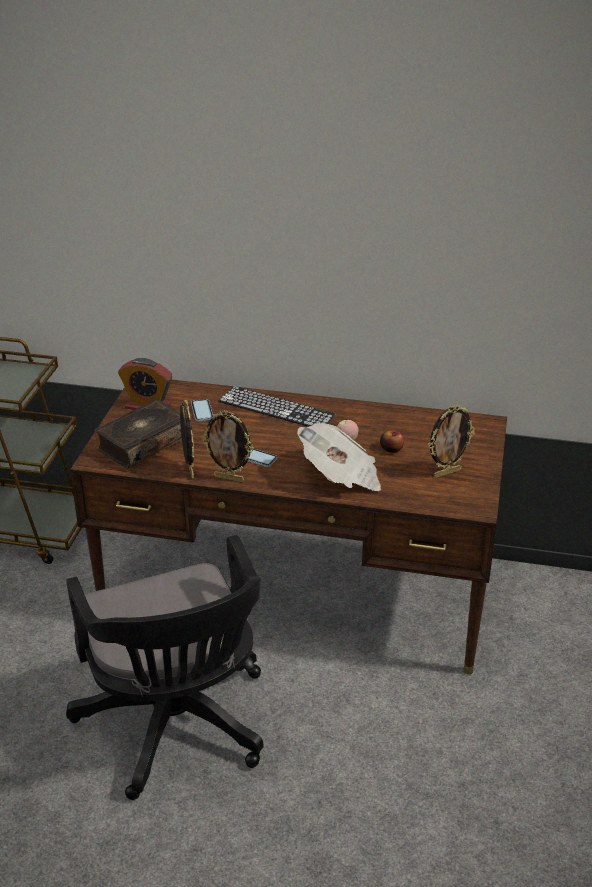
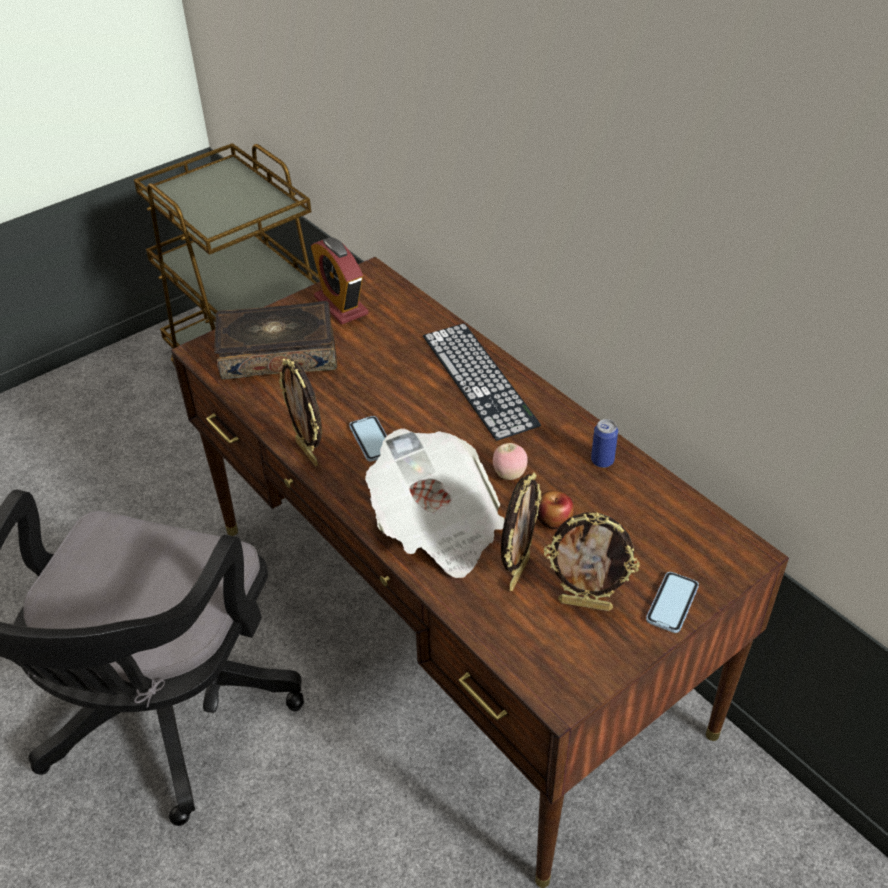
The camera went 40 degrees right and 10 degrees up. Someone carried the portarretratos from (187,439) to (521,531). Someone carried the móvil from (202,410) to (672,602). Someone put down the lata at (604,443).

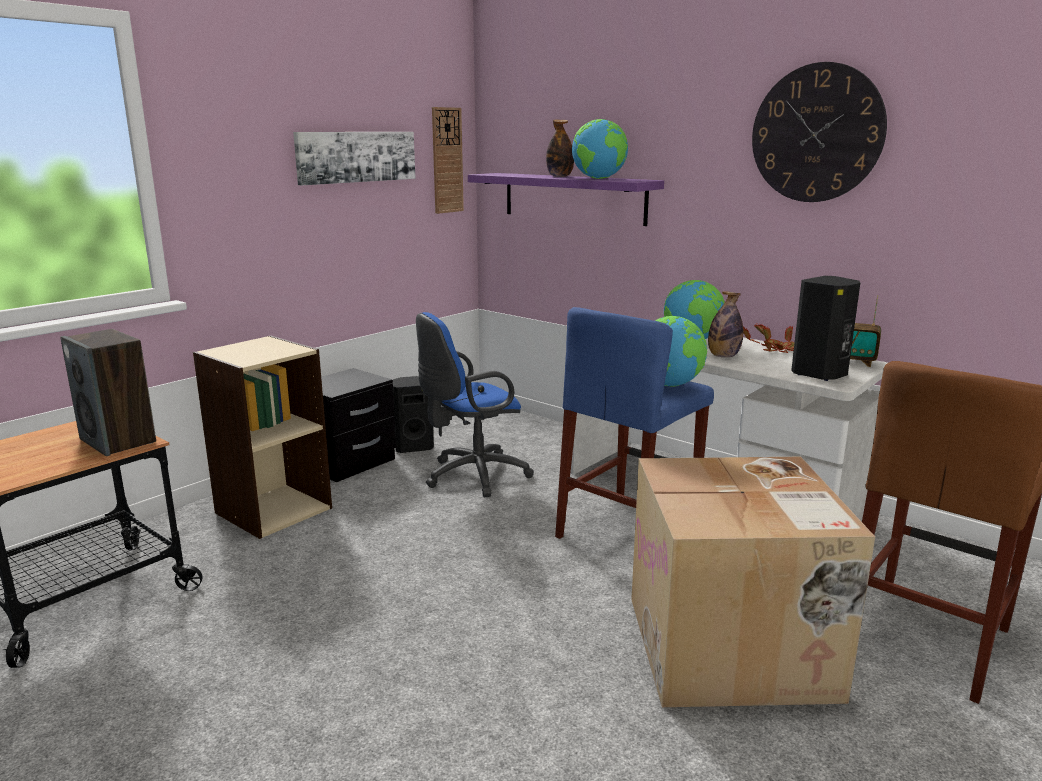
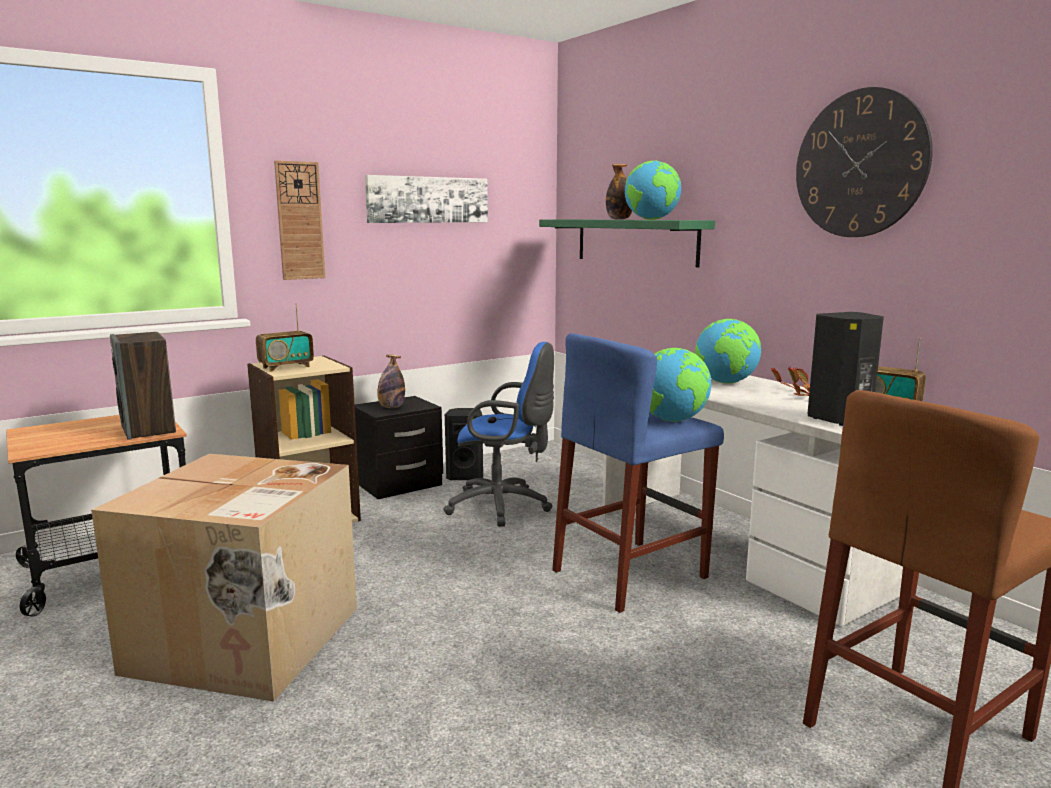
The camera went 15 degrees right and 5 degrees down. Someone rotated the silla de oficina/azul at (475,404) by 150 degrees counterclockwise. Someone carried the reloj de pared from (448,160) to (299,220). Someone repainted the estante/morado at (566,199), which became the estante/verde at (627,243). Someone carried the caja de cartón from (753,582) to (224,578). Someone carried the botella from (725,324) to (391,381). Someone put down the radio at (285,338).

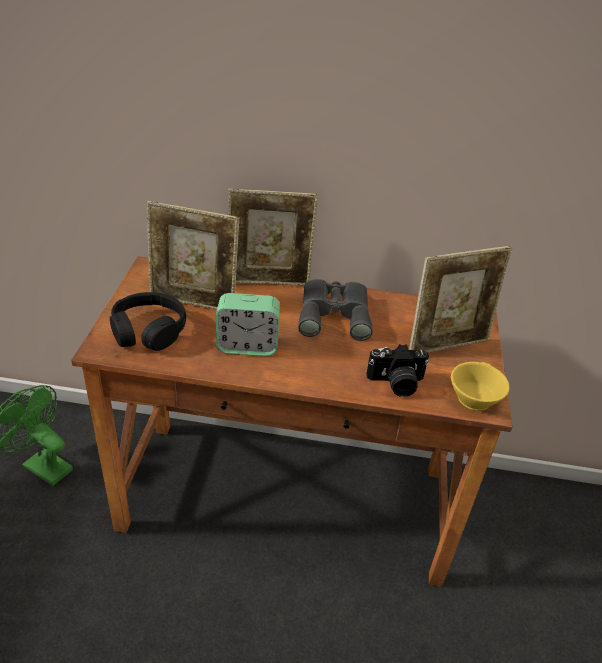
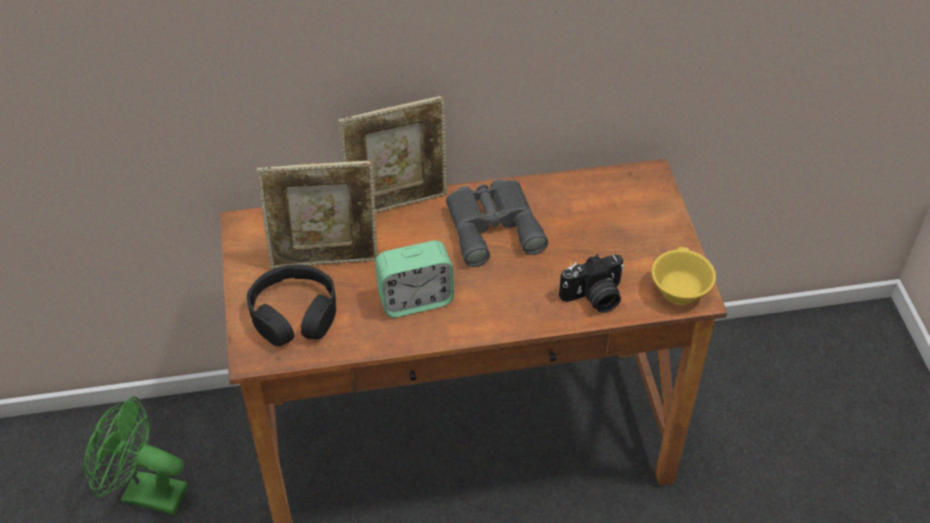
The camera went 15 degrees left and 10 degrees up. Someone took away the portarretratos at (460,299).

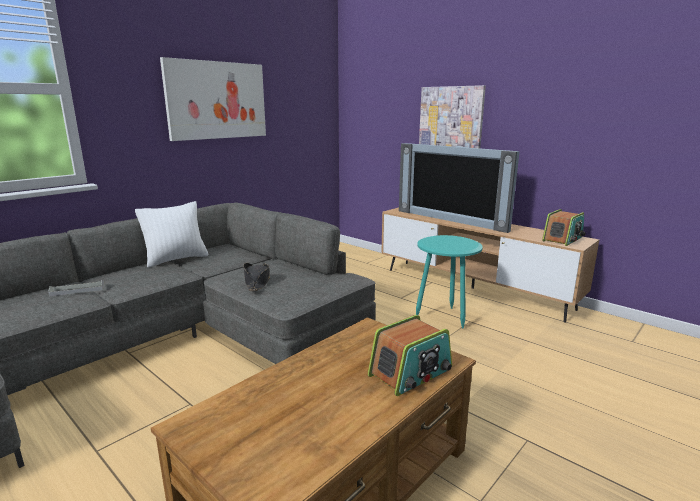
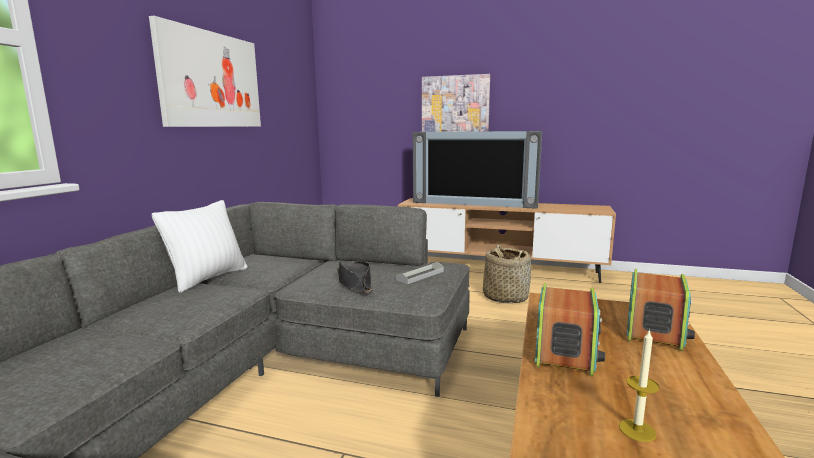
The camera went 25 degrees left and 5 degrees down. Someone carried the bandeja/gris from (76,288) to (420,273). Someone swapped the mesa auxiliar/turquesa at (449,282) for the cesta at (507,274). Someone carried the radio from (564,227) to (570,329). Someone put down the vela at (639,385).

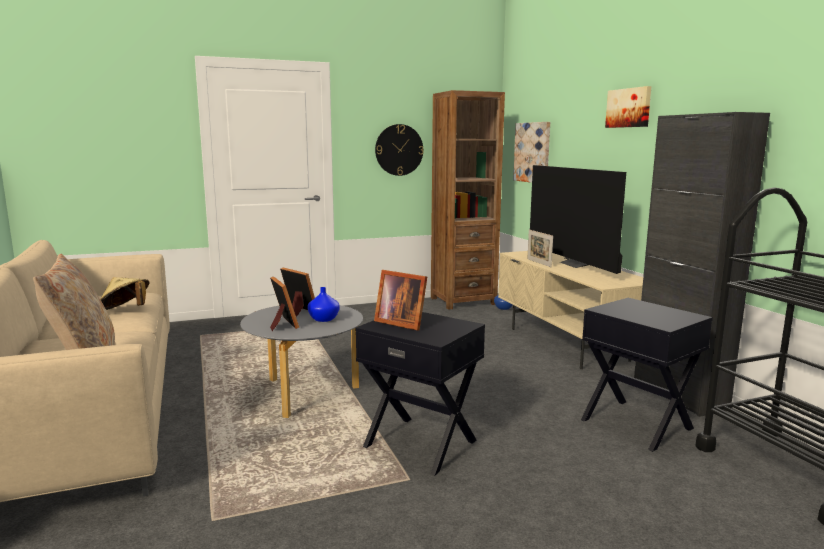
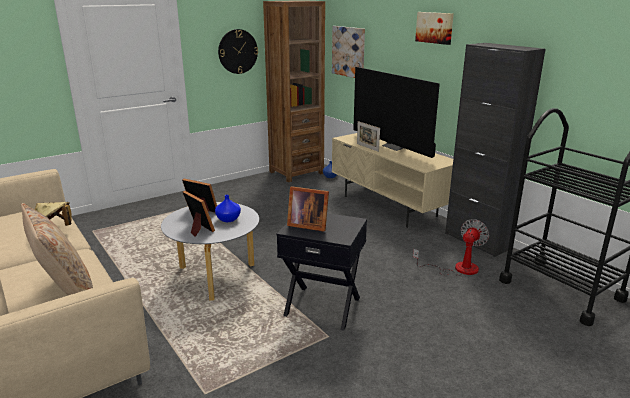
The camera went 15 degrees left and 10 degrees up. Someone swapped the mesa auxiliar/negro at (647,375) for the ventilador at (451,247).

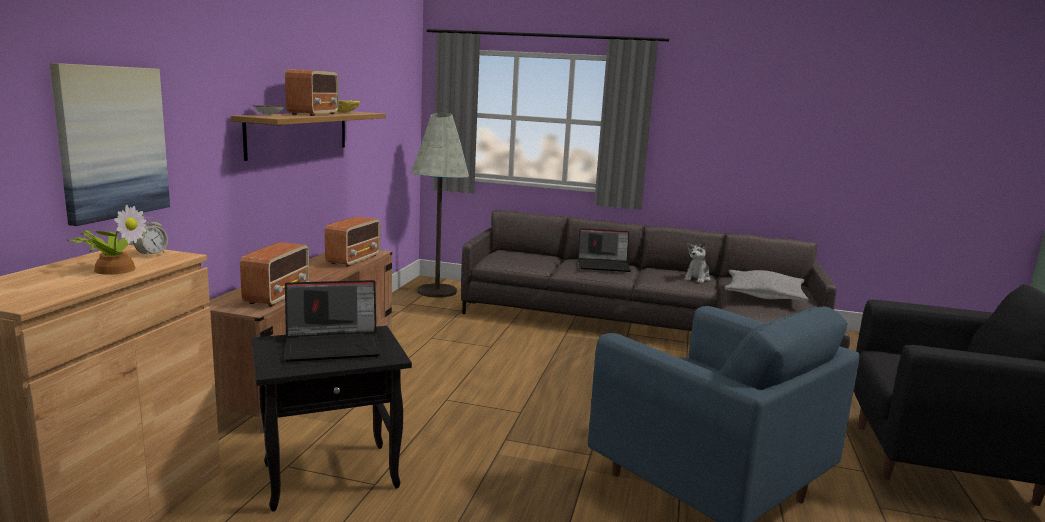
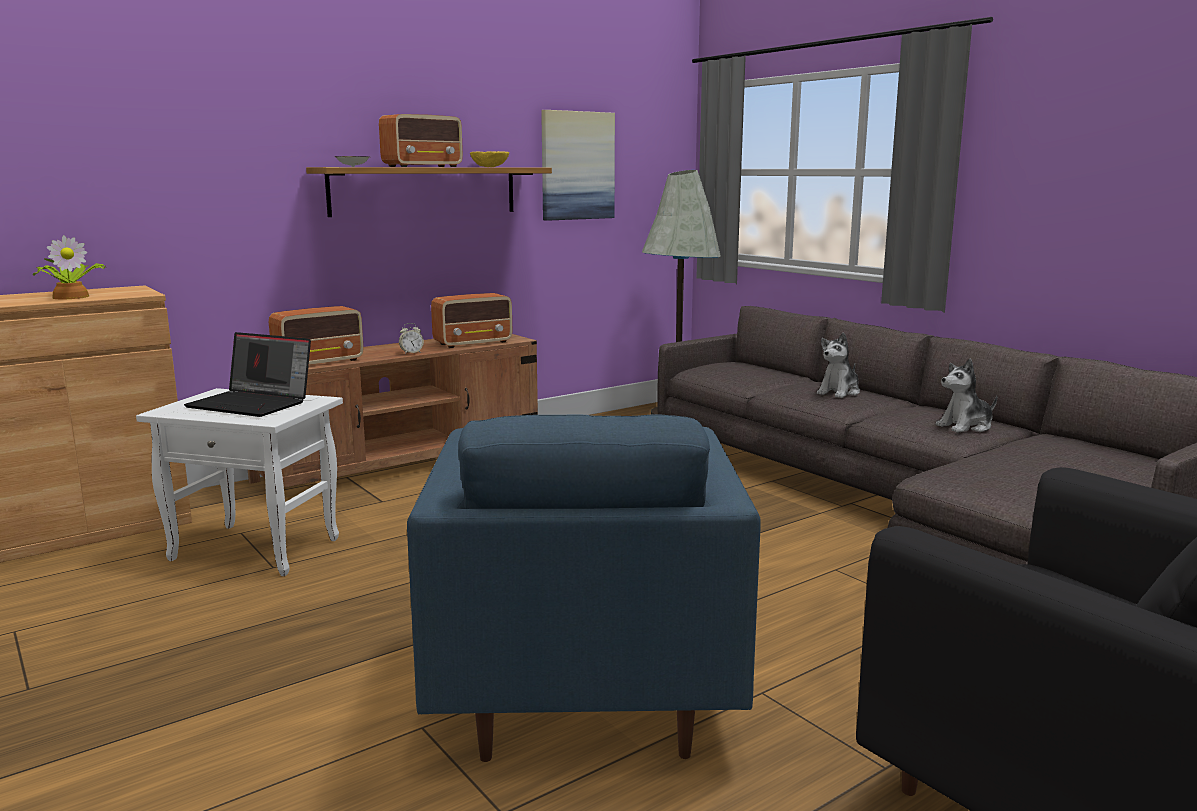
The camera went 40 degrees right and 0 degrees up. Someone carried the cuadro from (109,144) to (578,165). Someone carried the despertador from (150,237) to (411,338). Someone repainted the mesa auxiliar/negro at (331,419), which became the mesa auxiliar/blanco at (239,482). Someone swapped the portátil at (604,250) for the peluche at (838,365). Someone took away the cojín/gris at (766,285).

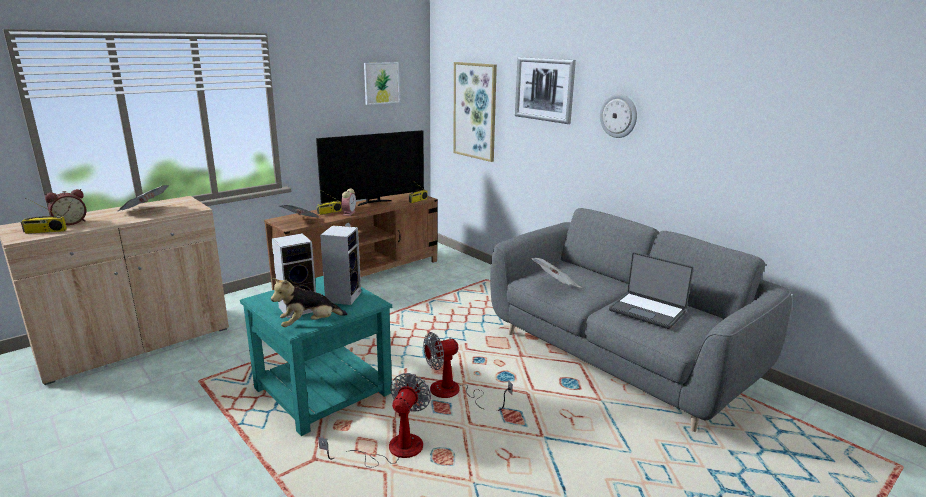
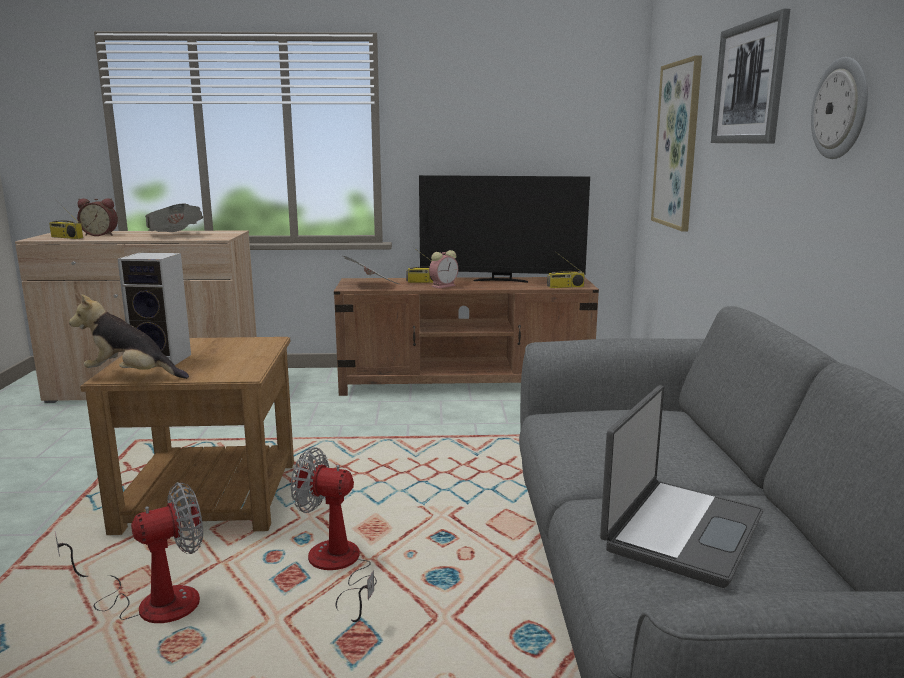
The camera went 40 degrees right and 5 degrees down. Someone repainted the mesa auxiliar/turquesa at (316,356), which became the mesa auxiliar/marrón at (187,436). Someone took away the altavoz at (340,265). Someone took away the cuadro at (382,83). Someone took away the periódico at (556,273). Someone rotated the portátil at (651,290) by 135 degrees counterclockwise.

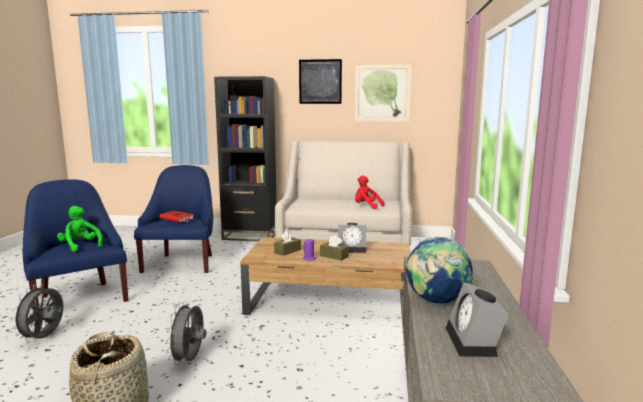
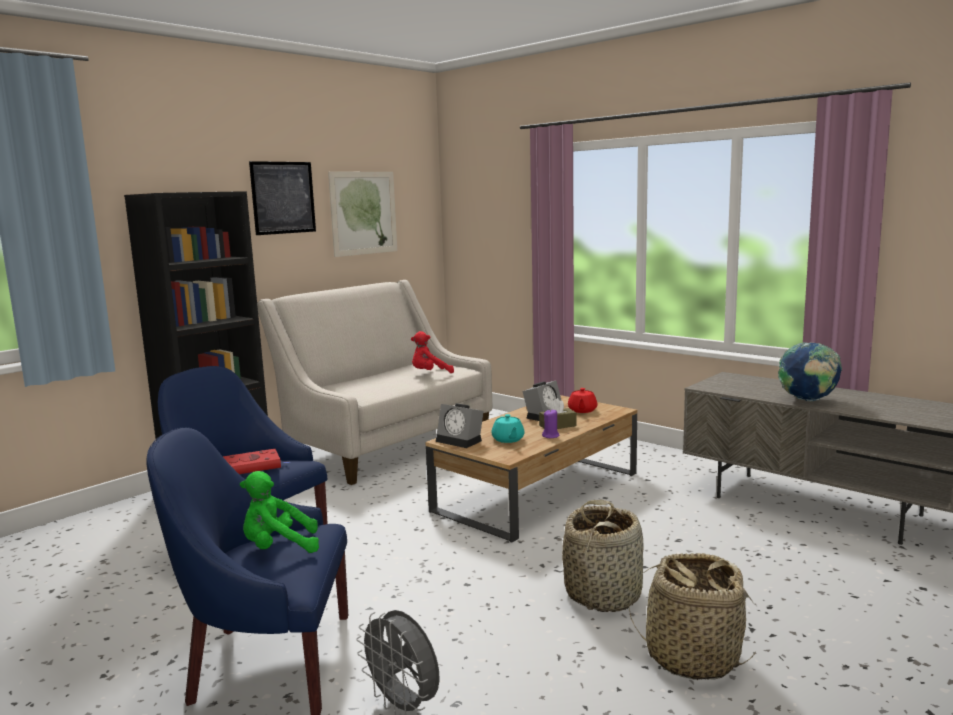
The camera went 55 degrees left and 0 degrees up. Someone swapped the ventilador/gris at (185,333) for the cesta at (603,556). Someone swapped the caja de pañuelos/marrón at (287,243) for the tetera/turquesa at (508,428). Someone carried the despertador from (477,319) to (460,425). Someone put down the tetera/rojo at (583,400).

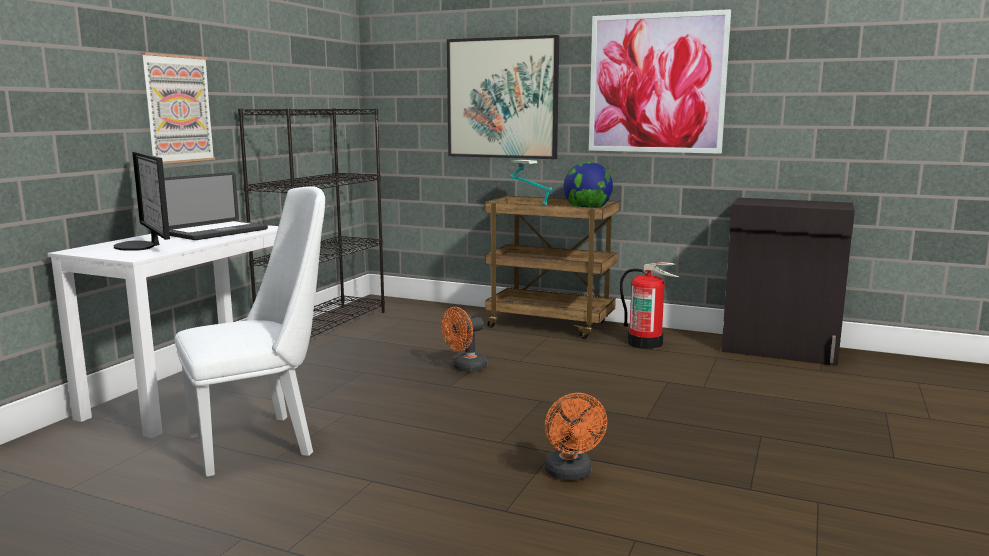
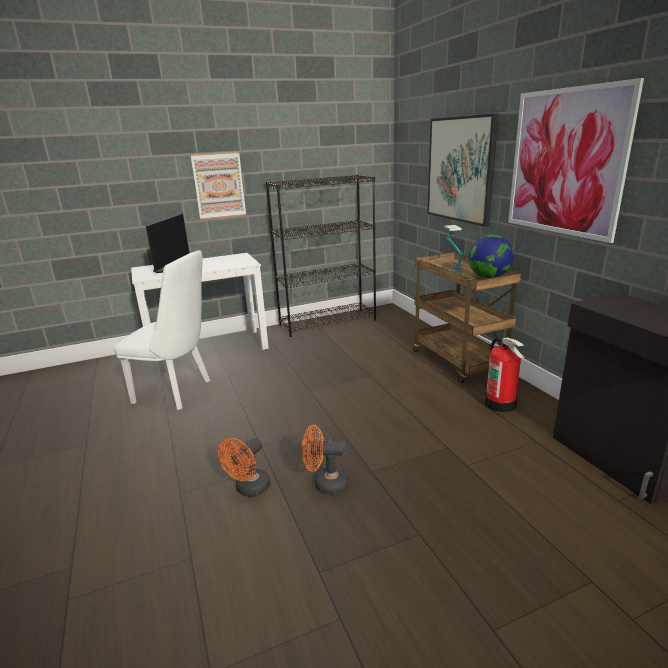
The camera went 45 degrees right and 10 degrees up. Someone took away the portátil at (216,206). Someone carried the ventilador/naranja from (464,339) to (325,460).

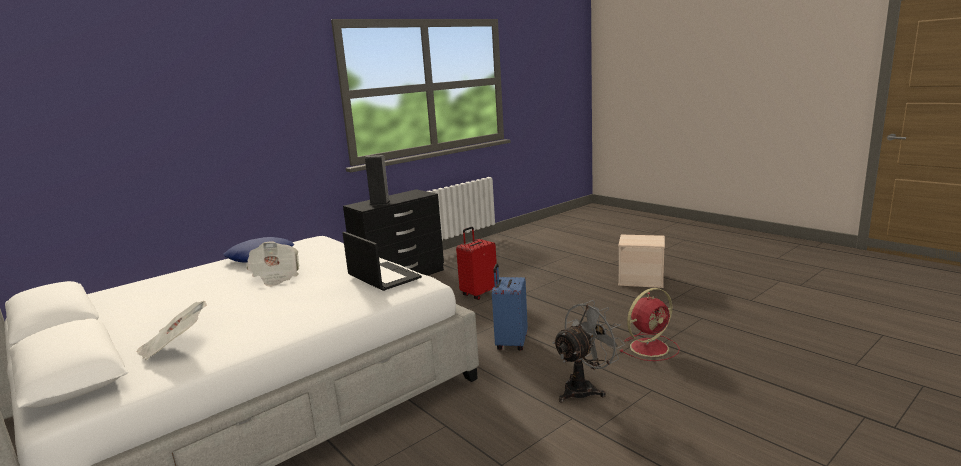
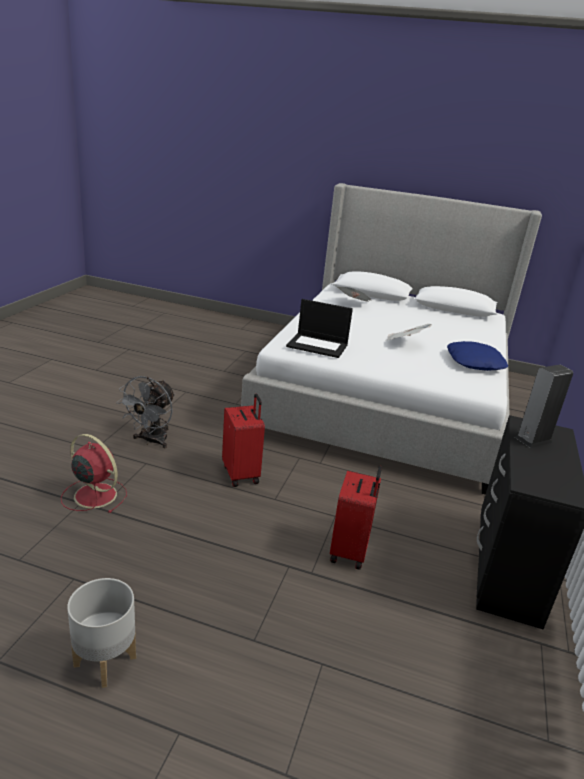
The camera went 145 degrees right and 10 degrees up. Someone repainted the maleta/azul at (510,307), which became the maleta/rojo at (243,440). Someone swapped the caja de almacenaje/beis at (641,261) for the maceta/gris at (101,633). Someone rotated the ventilador/rojo at (650,324) by 90 degrees clockwise.

